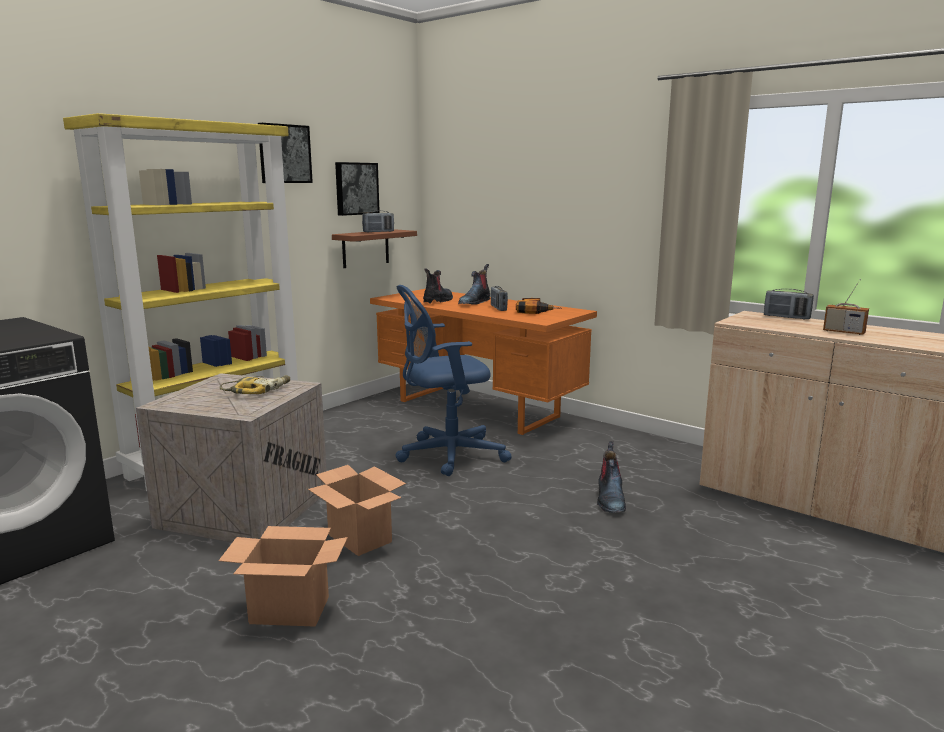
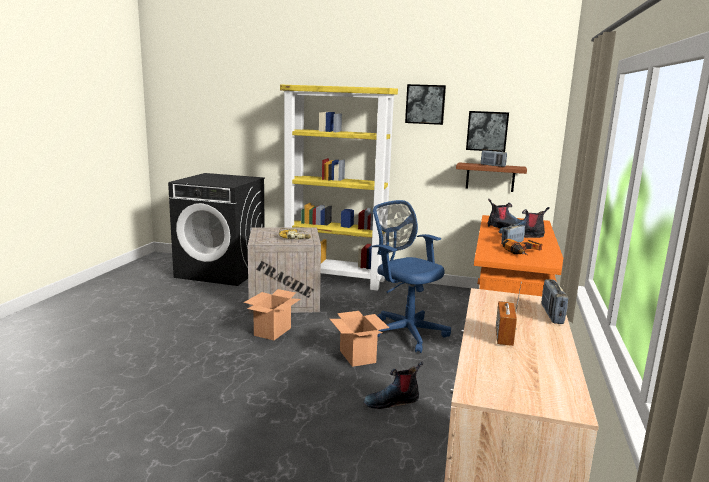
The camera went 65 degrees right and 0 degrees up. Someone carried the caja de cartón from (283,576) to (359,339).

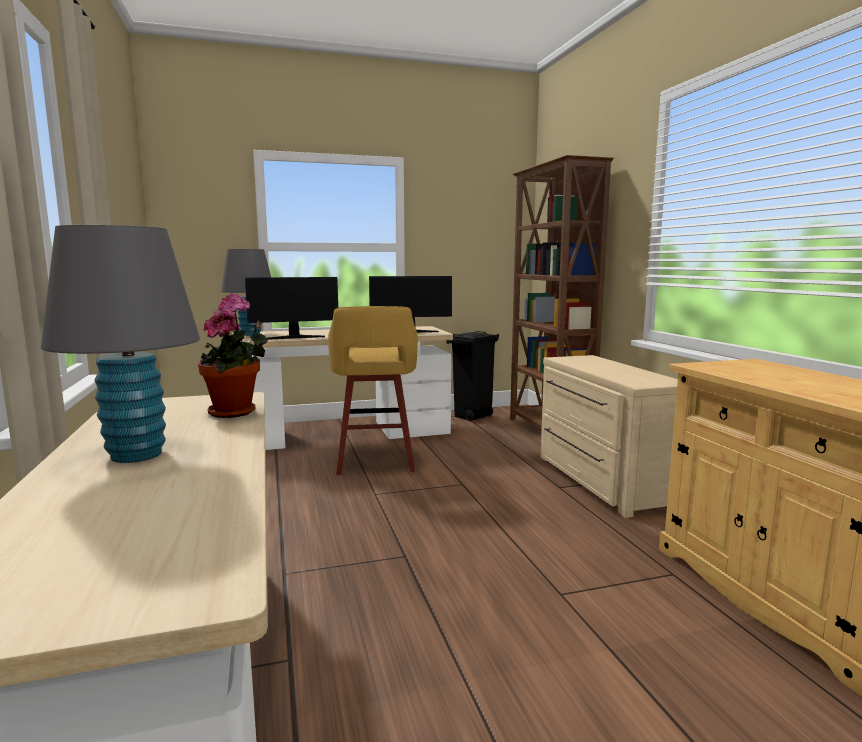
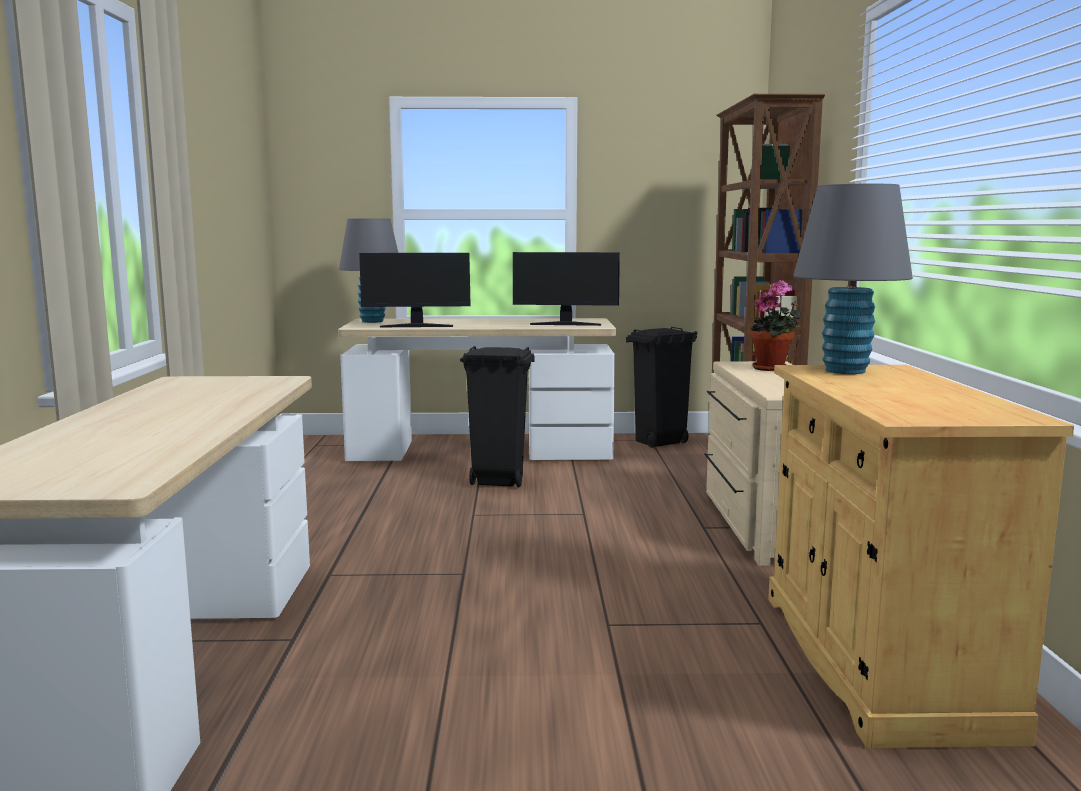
The camera went 15 degrees right and 0 degrees up. Someone carried the lámpara de mesa/gris from (120,344) to (853,279). Someone carried the planta en maceta from (233,355) to (776,325). Someone swapped the taburete/amarillo at (373,390) for the papelera/negro at (497,416).

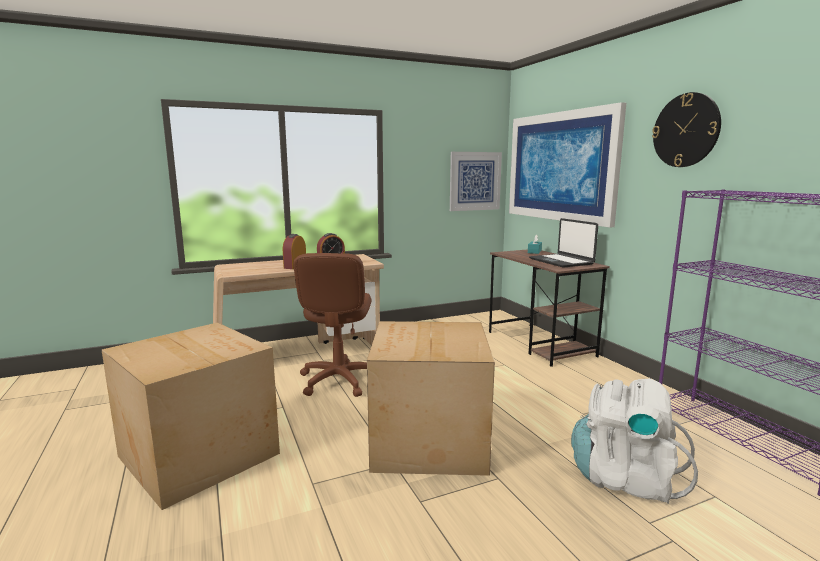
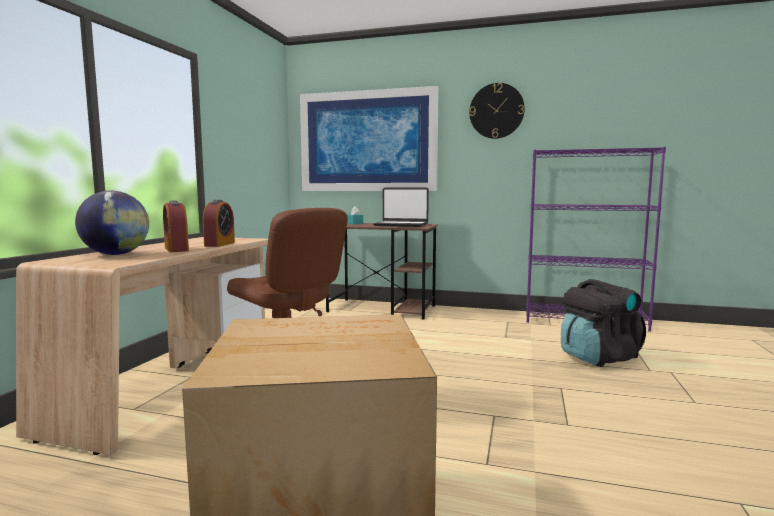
The camera went 50 degrees left and 5 degrees down. Someone took away the caja de cartón at (431,398). Someone took away the cuadro at (476,181). Someone repainted the mochila/blanco at (634,441), which became the mochila/negro at (603,323). Someone put down the globo terráqueo at (112,223).

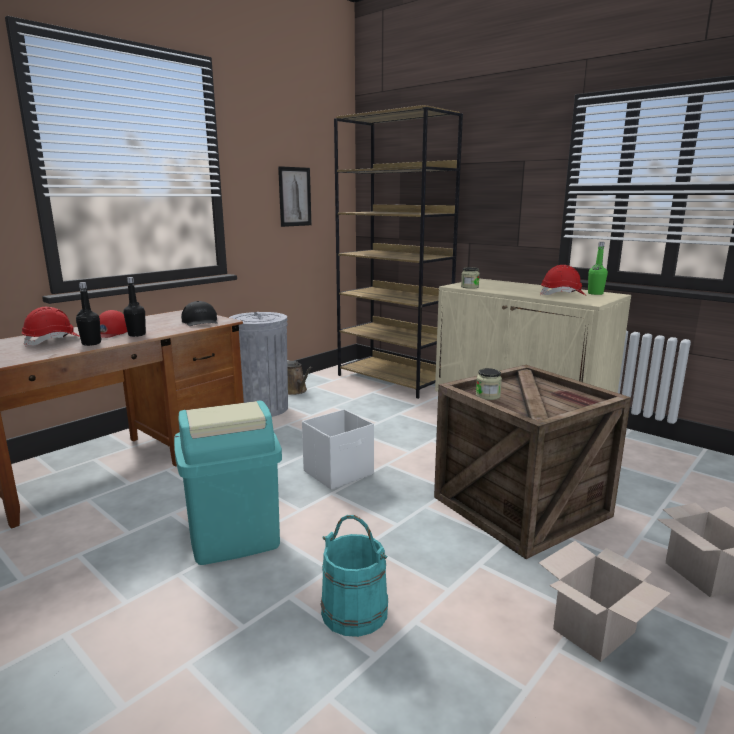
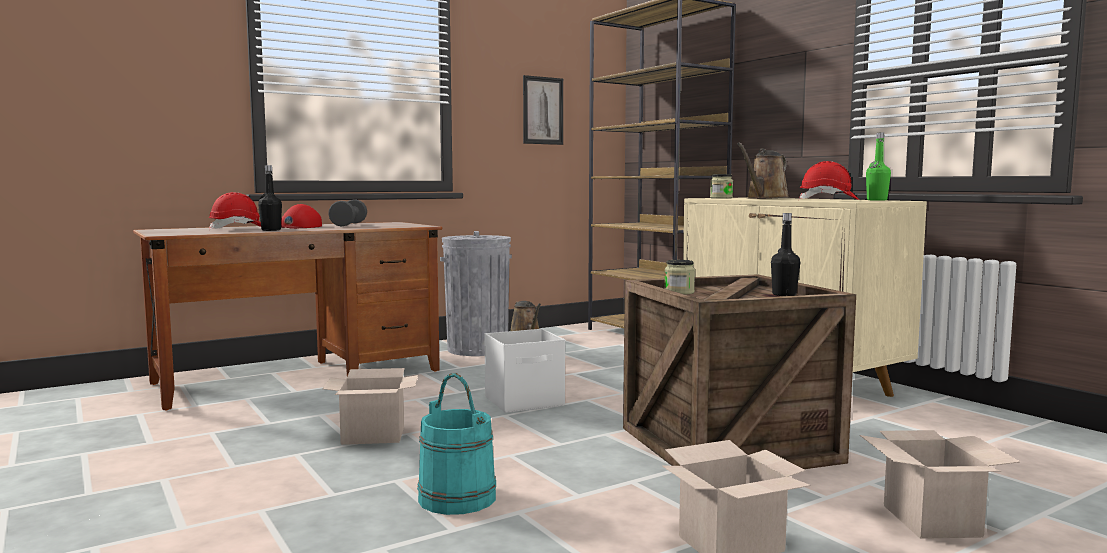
The camera went 15 degrees right and 10 degrees down. Someone carried the botella/negro from (134,307) to (785,254). Someone swapped the papelera/turquesa at (228,483) for the caja de cartón at (370,406). Someone took away the gorra/negro at (199,313). Someone put down the mancuerna/gris at (347,213). Someone put down the regadera/marrón at (763,170).

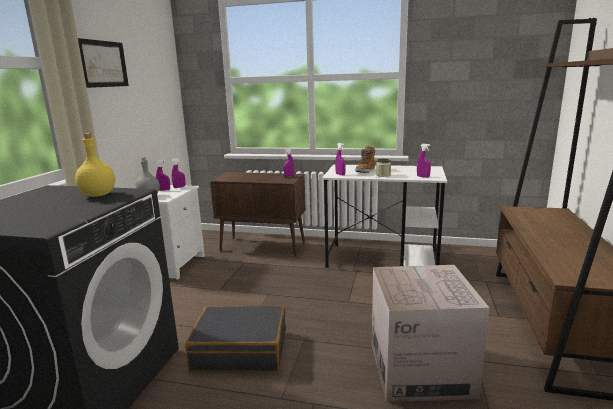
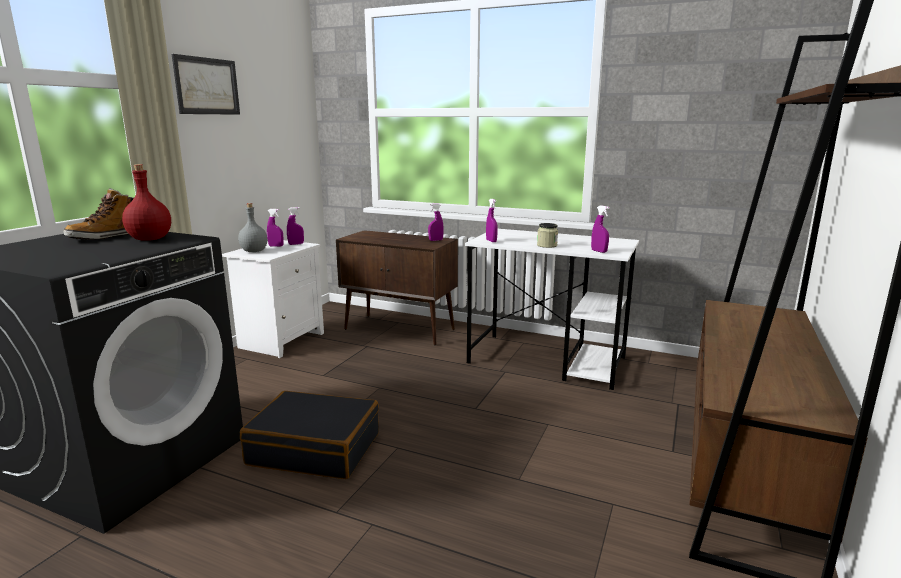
The camera went 10 degrees right and 0 degrees up. Someone repainted the botella/amarillo at (95,165), which became the botella/rojo at (146,202). Someone carried the bota from (365,159) to (98,214). Someone took away the caja de cartón at (431,333).

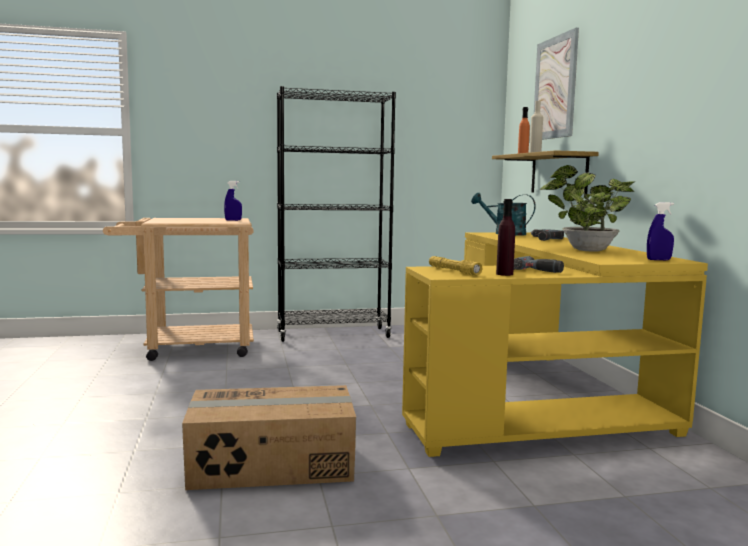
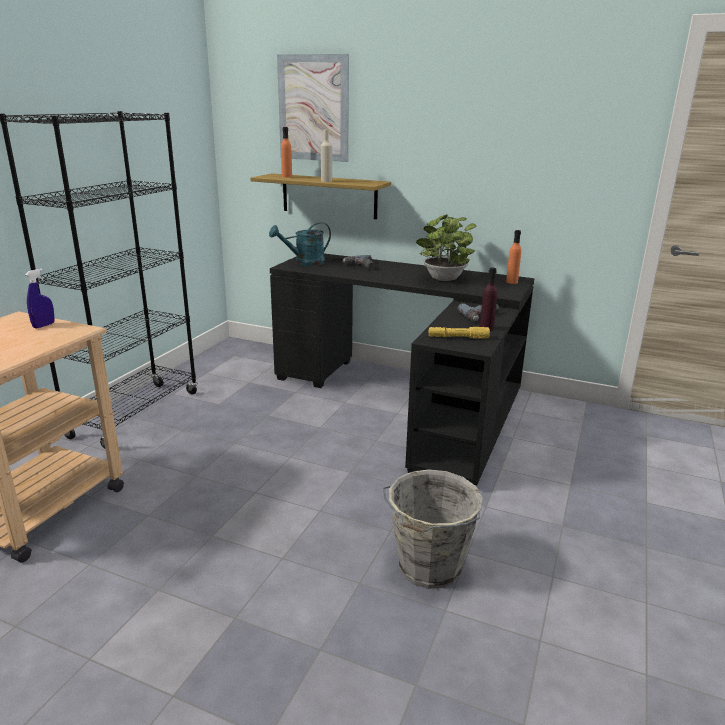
The camera went 55 degrees left and 15 degrees up. Someone swapped the caja de cartón at (269,437) for the cubo/gris at (433,529). Someone repainted the escritorio/amarillo at (555,344), which became the escritorio/negro at (402,370). Someone swapped the pulverizador/azul at (660,231) for the botella/naranja at (513,257).

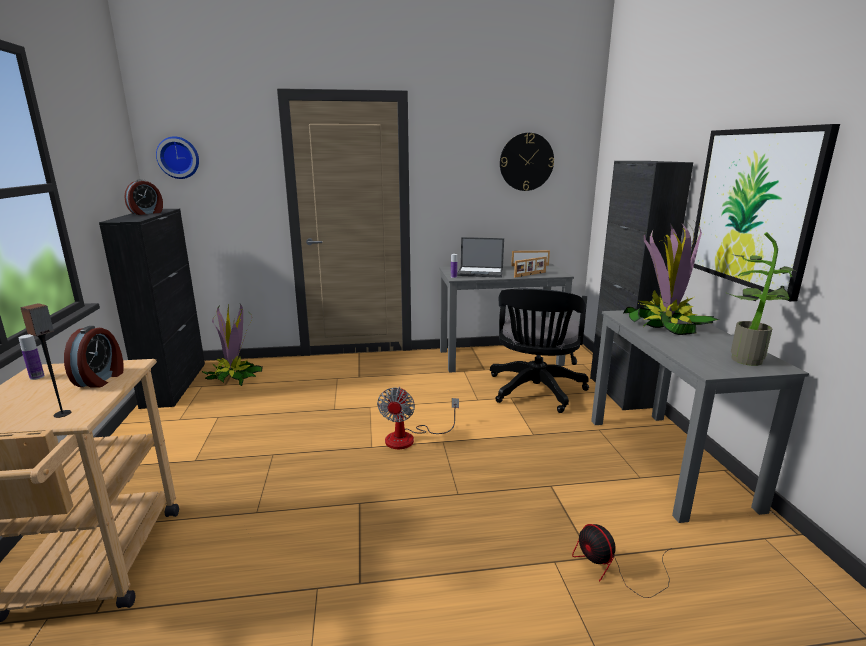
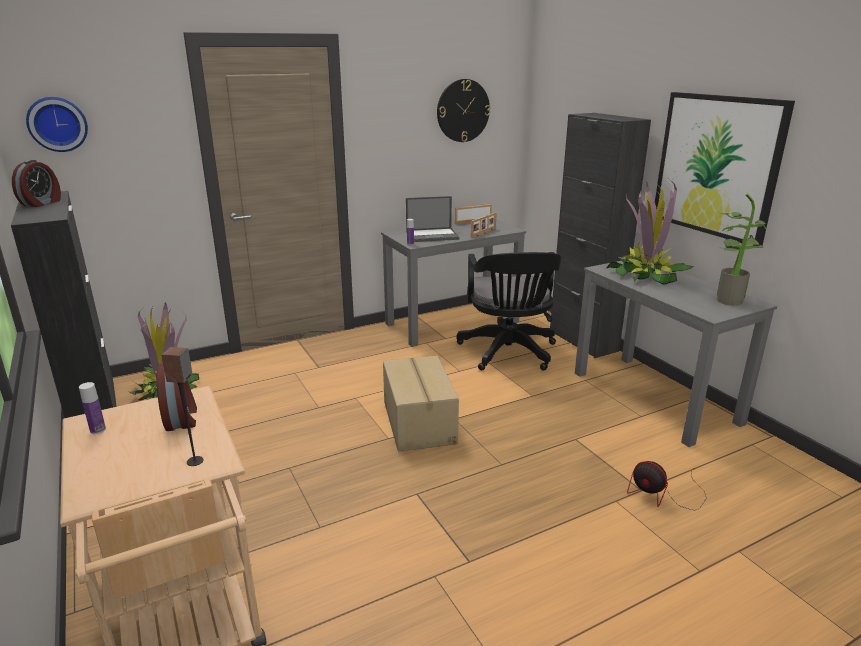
The camera went 20 degrees left and 5 degrees up. Someone swapped the ventilador at (418,418) for the caja de cartón at (421,403).

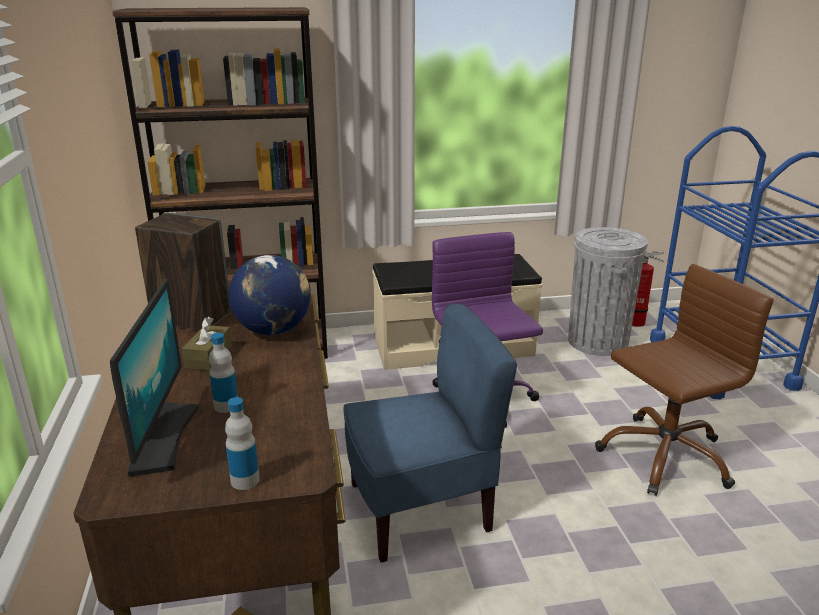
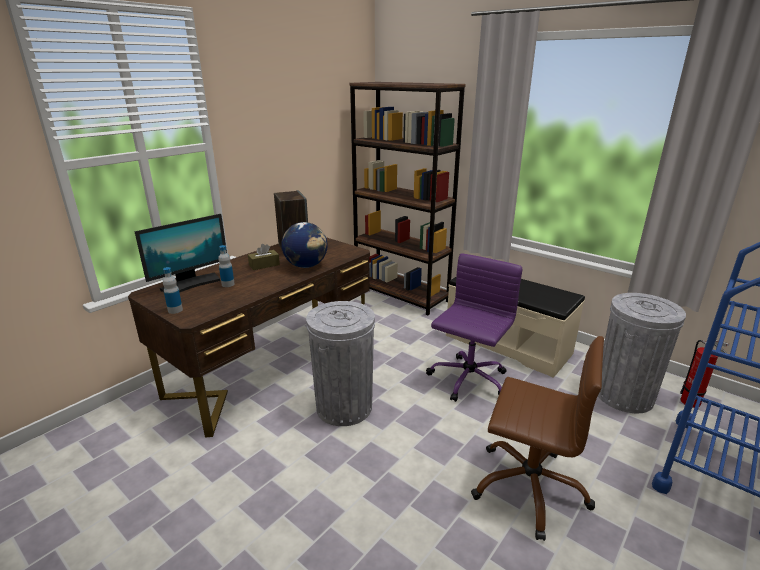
The camera went 50 degrees right and 0 degrees up. Someone swapped the silla/azul at (430,433) for the papelera/gris at (340,363).

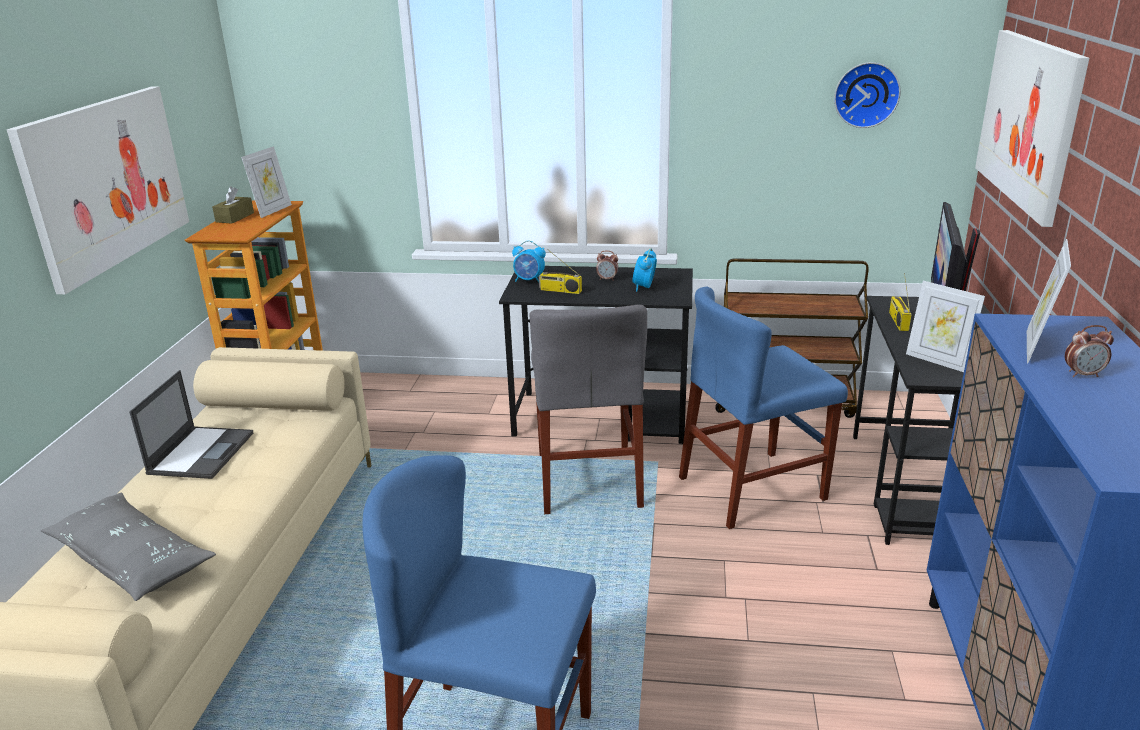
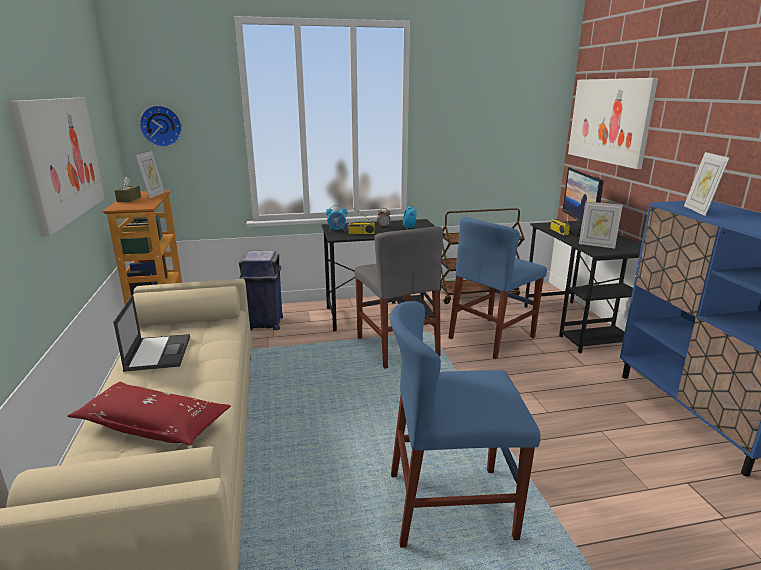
The camera went 20 degrees left and 5 degrees down. Someone repainted the cojín/gris at (128,546), which became the cojín/rojo at (149,414). Someone carried the reloj de pared from (867,95) to (160,126). Someone took away the despertador at (1089,351). Someone put down the papelera/azul at (261,290).

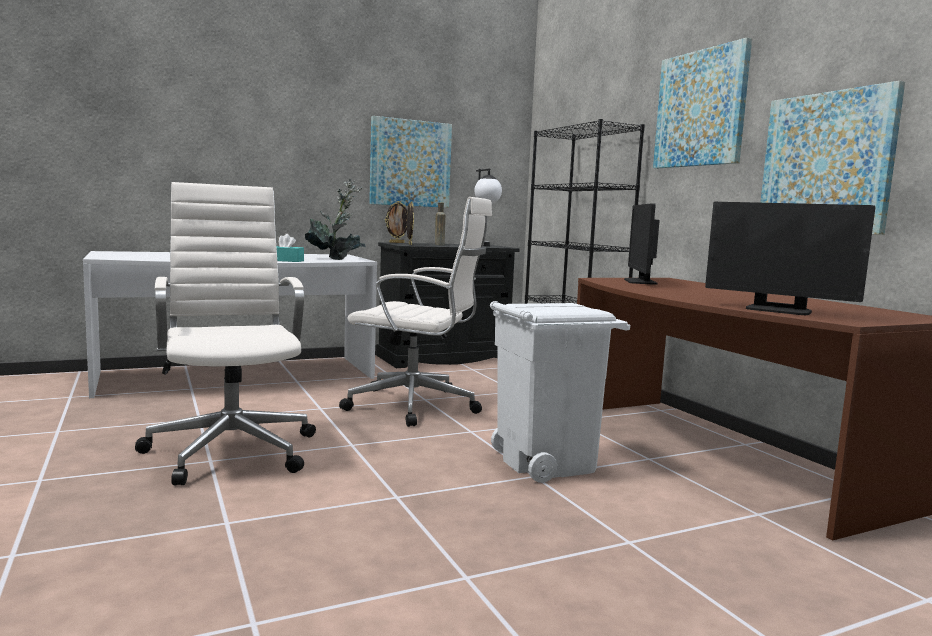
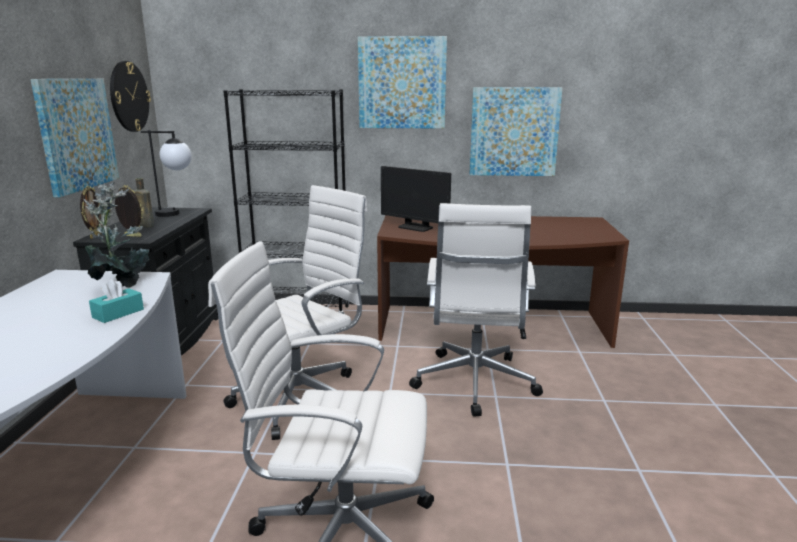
The camera went 60 degrees left and 10 degrees up. Someone swapped the papelera/blanco at (560,392) for the silla de oficina/blanco at (476,310). Someone took away the monitor at (790,258). Someone put up the reloj de pared at (130,96).

